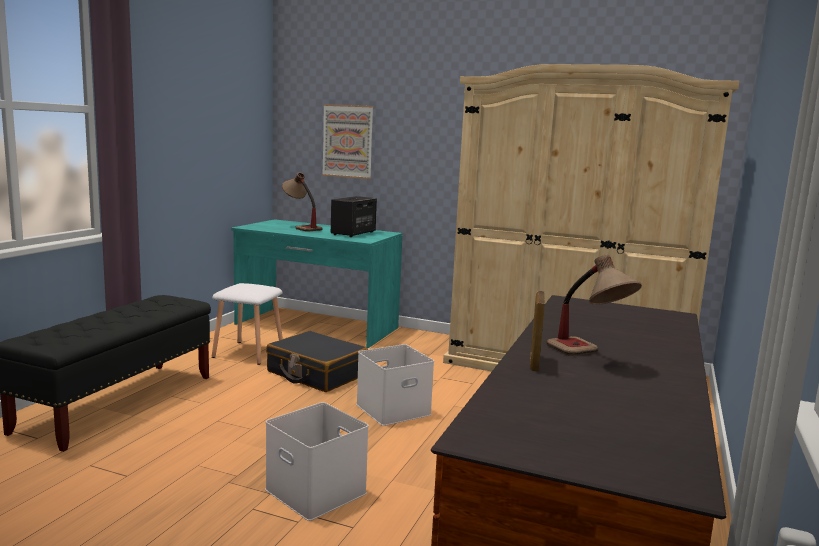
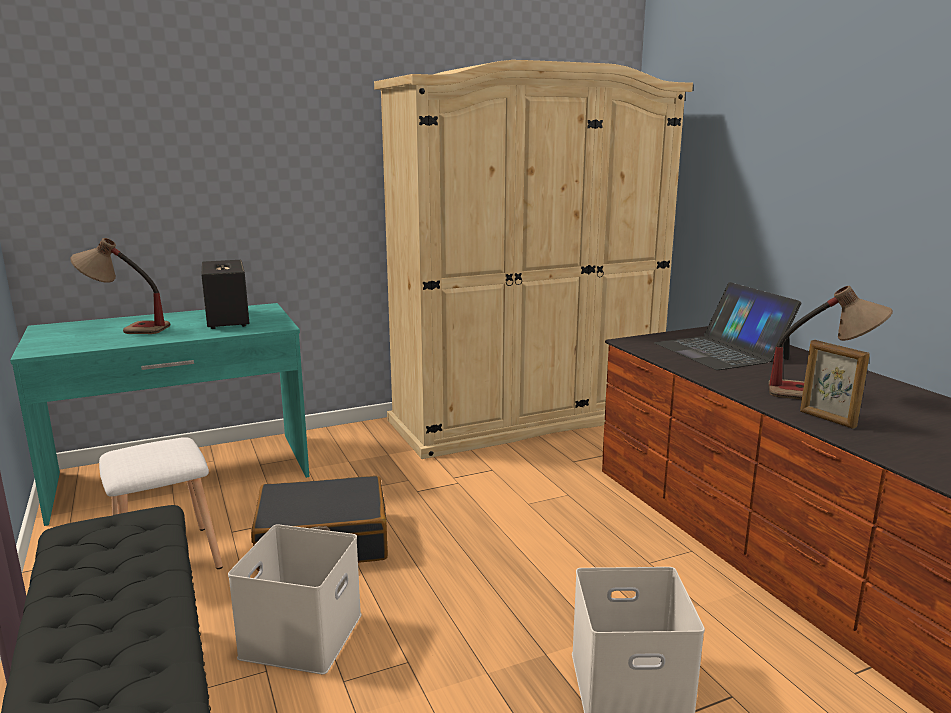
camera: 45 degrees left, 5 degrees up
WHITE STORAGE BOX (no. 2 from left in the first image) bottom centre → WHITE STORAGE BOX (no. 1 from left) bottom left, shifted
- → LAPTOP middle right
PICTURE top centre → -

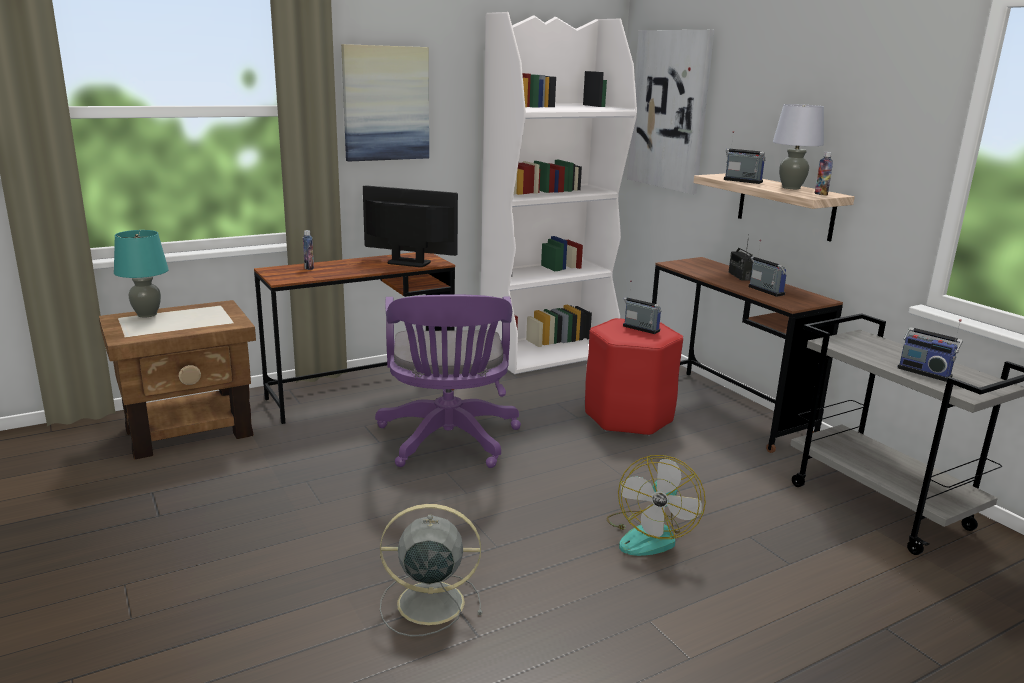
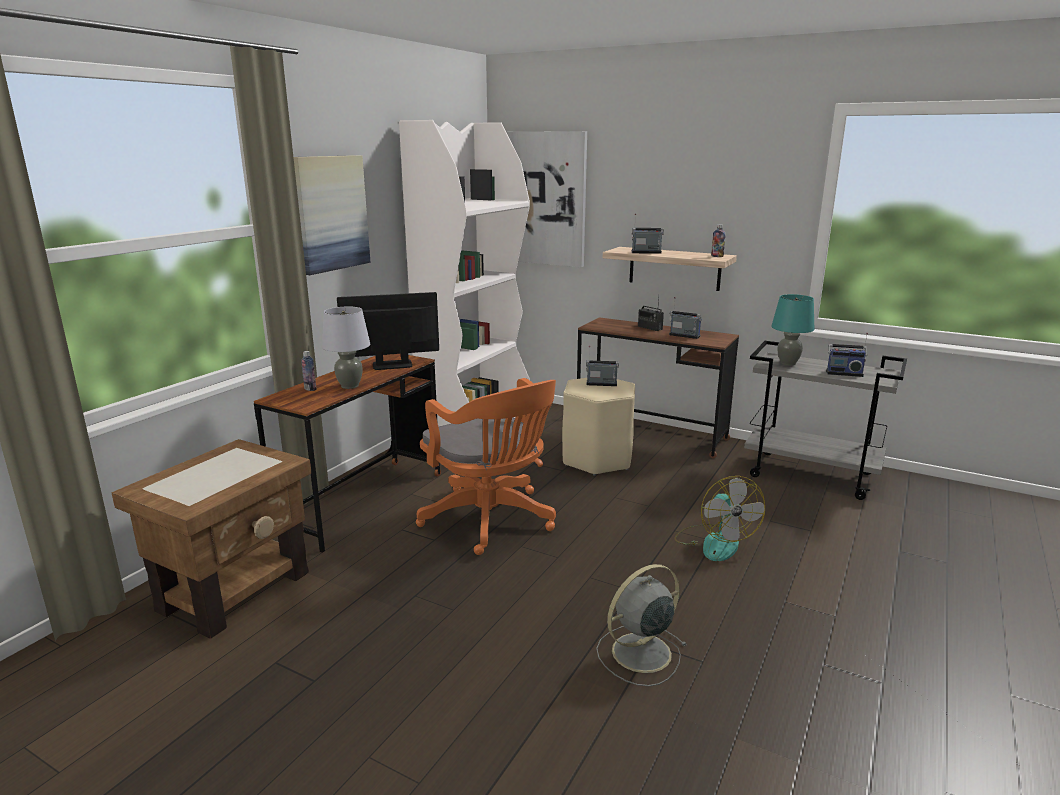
camera: 30 degrees left, 0 degrees up
GREY TABLE LAMP top right → GREY TABLE LAMP middle left, shifted
PURPLE OFFICE CHAIR centre → ORANGE OFFICE CHAIR centre
RED STOOL centre → BEIGE STOOL centre
TURQUOISE TABLE LAMP middle left → TURQUOISE TABLE LAMP middle right, shifted

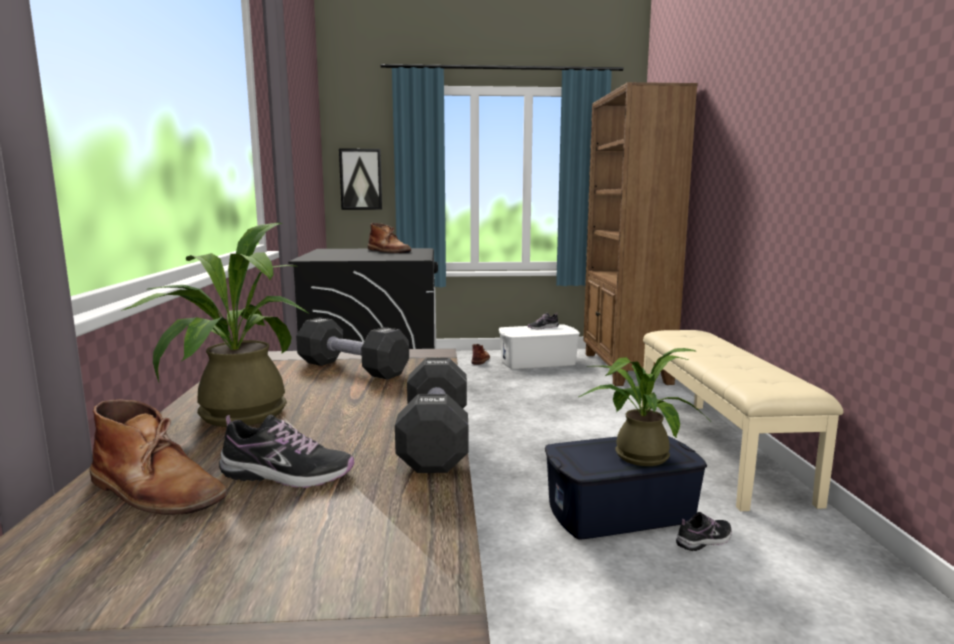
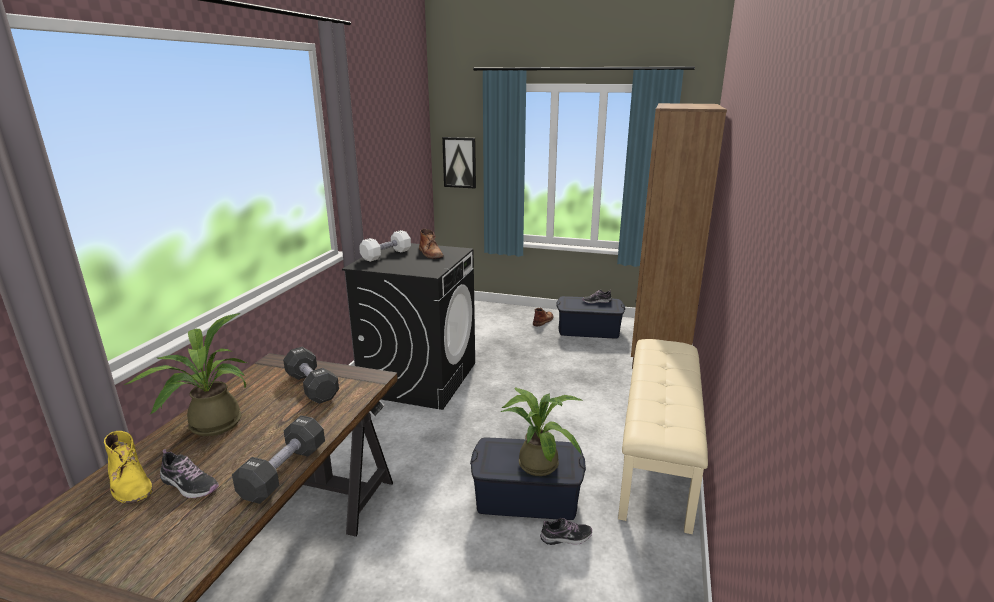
camera: 20 degrees right, 10 degrees up
BROWN BOOT (no. 1 from left) bottom left → YELLOW BOOT bottom left
- → WHITE DUMBBELL centre
WHITE STORAGE BOX centre → BLUE STORAGE BOX (no. 2 from left) centre

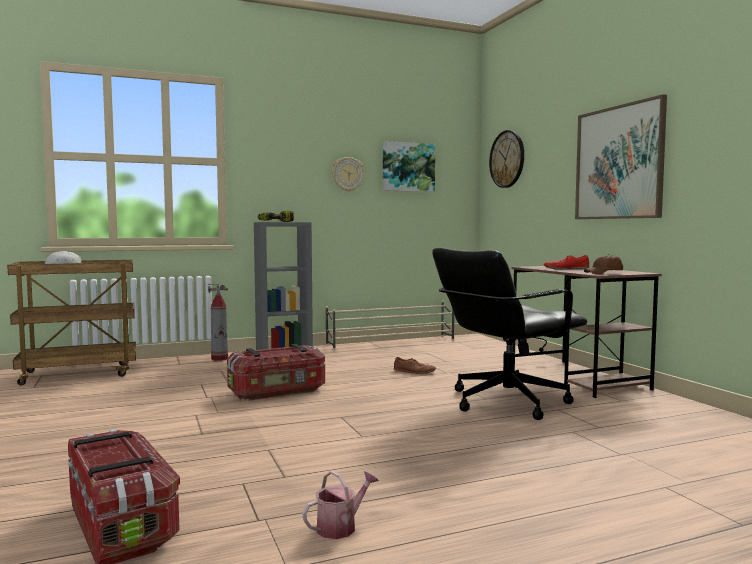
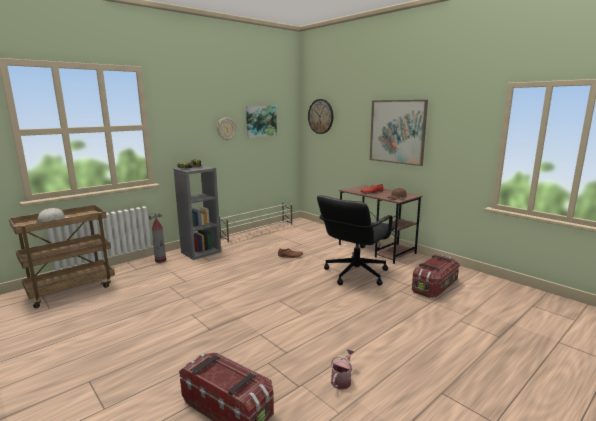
camera: 20 degrees left, 10 degrees up
STORAGE BOX (no. 2 from left) centre → STORAGE BOX (no. 2 from left) middle right, shifted

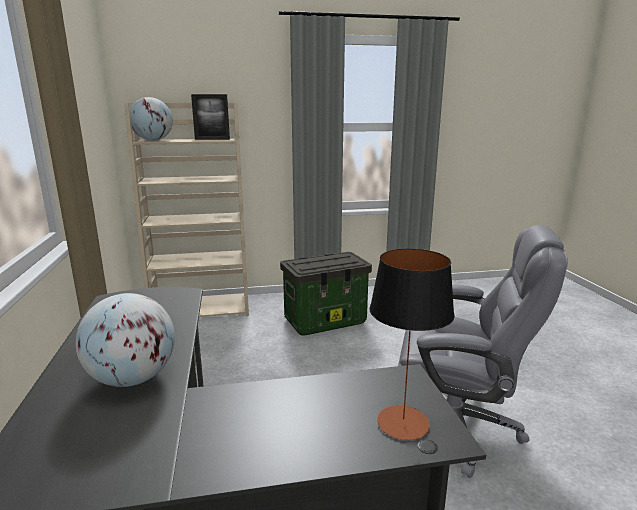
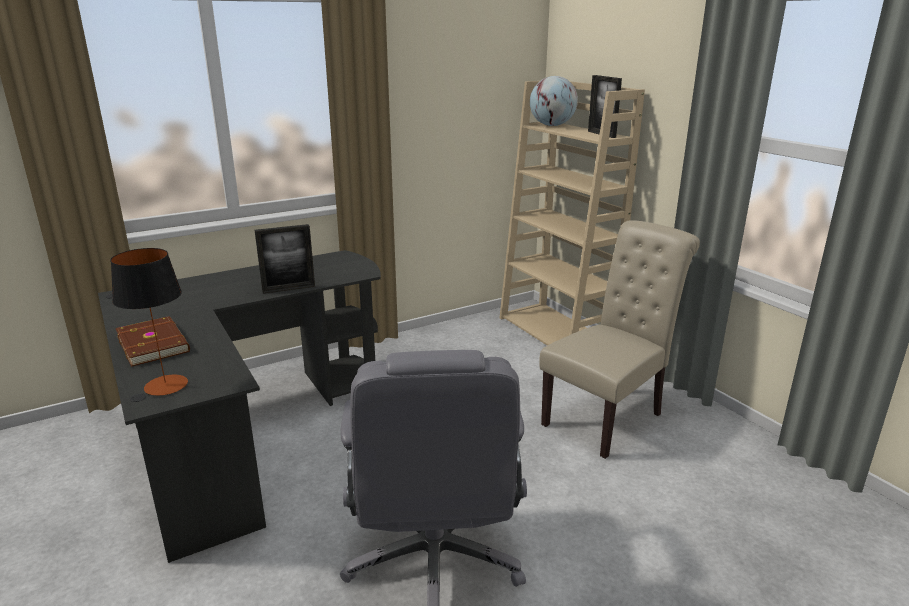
camera: 70 degrees right, 5 degrees up
- → BROWN BOOK middle left
- → PICTURE FRAME (no. 1 from left) middle left
STORAGE BOX centre → BEIGE CHAIR middle right
GLOBE (no. 1 from left) bottom left → -

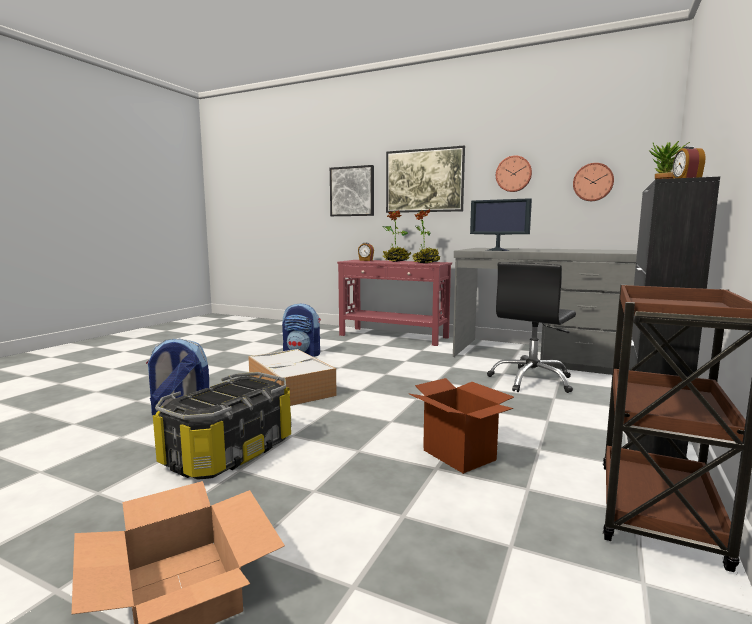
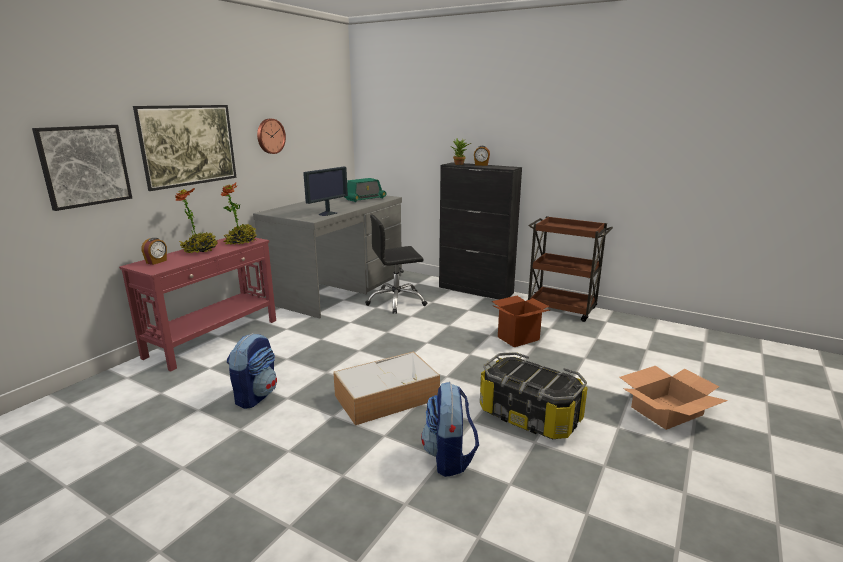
camera: 85 degrees left, 10 degrees up
- → RADIO centre
BLACK OFFICE CHAIR middle right → BLACK OFFICE CHAIR centre, 120 degrees clockwise
WALL CLOCK (no. 2 from left) top right → -

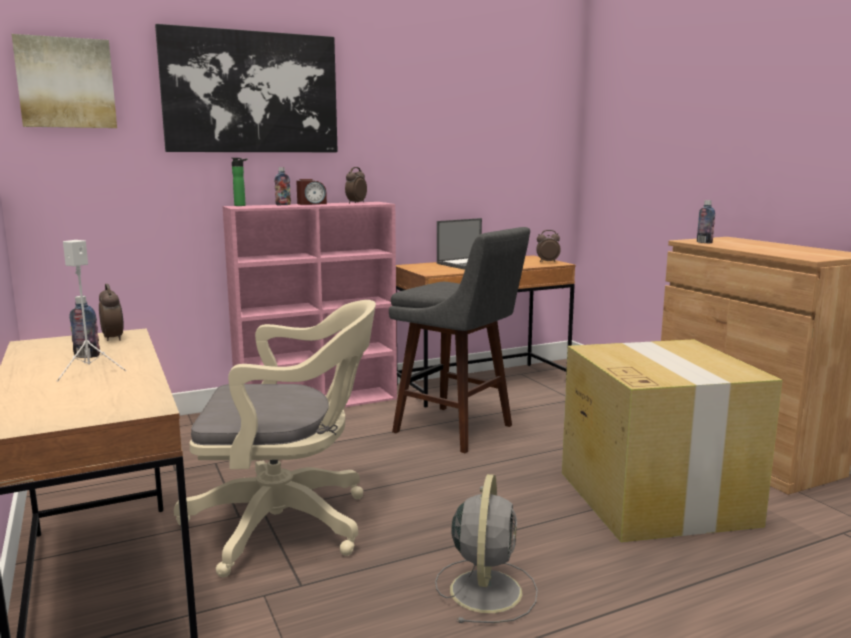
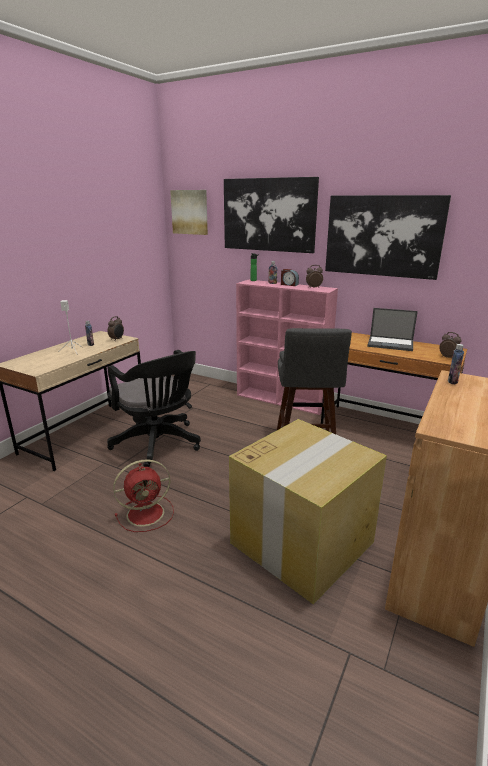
camera: 55 degrees right, 10 degrees up
BEIGE OFFICE CHAIR bottom left → BLACK OFFICE CHAIR middle left
GREY FAN bottom centre → RED FAN middle left
- → PICTURE (no. 3 from left) top right

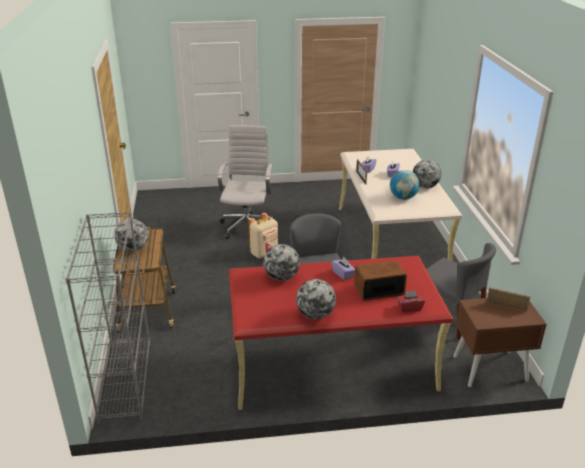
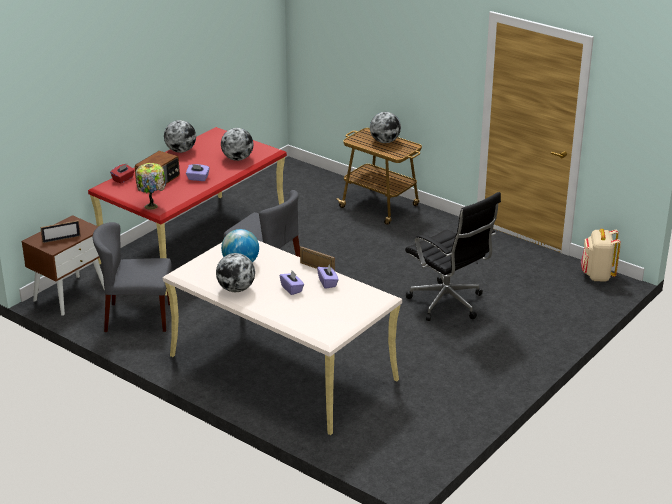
camera: 135 degrees right, 0 degrees up
- → TABLE LAMP middle left
WHITE OFFICE CHAIR centre → BLACK OFFICE CHAIR middle right
BEIGE BACKPACK centre → BEIGE BACKPACK middle right, shifted
GREY BOOKCASE bottom left → -

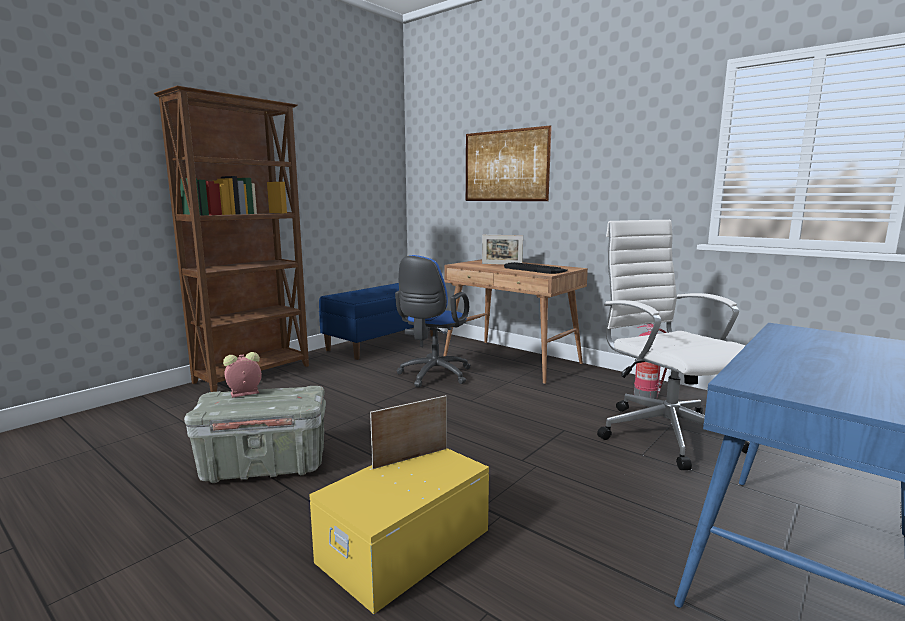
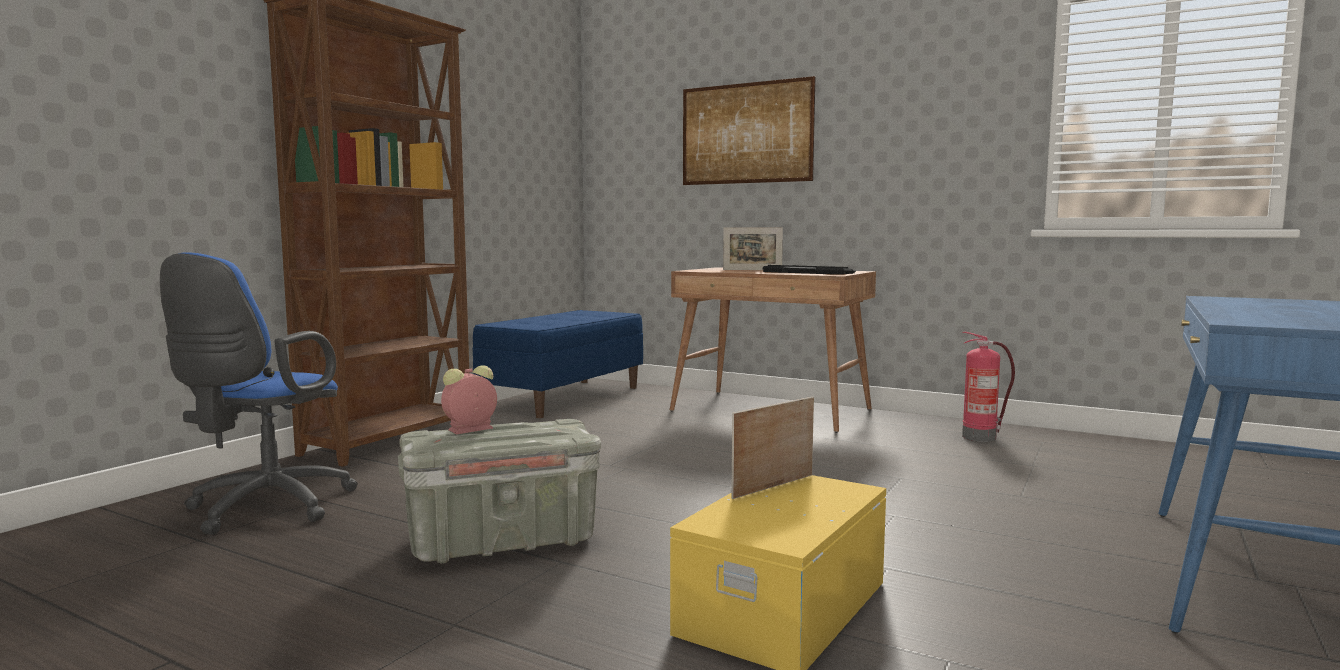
camera: 10 degrees left, 5 degrees down
BLUE OFFICE CHAIR centre → BLUE OFFICE CHAIR middle left, shifted
WHITE OFFICE CHAIR middle right → -

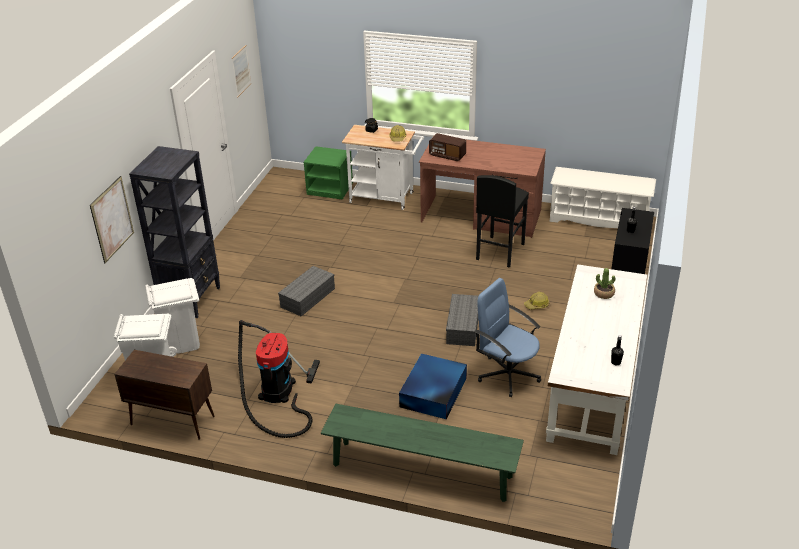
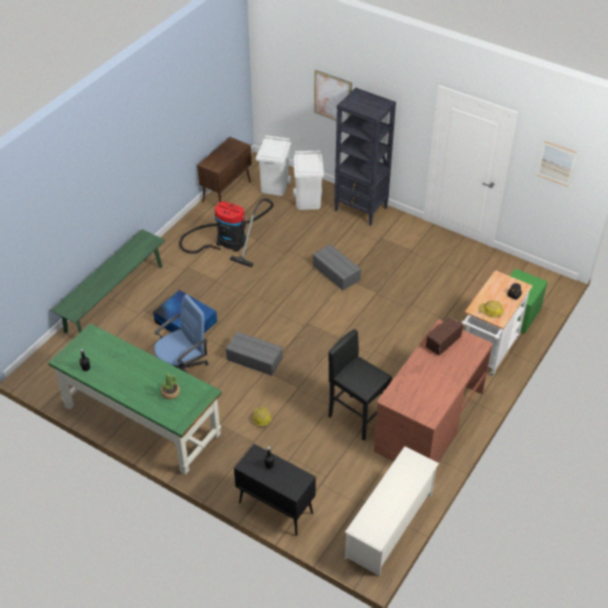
camera: 105 degrees right, 10 degrees up
WHITE DESK middle right → GREEN DESK middle left

